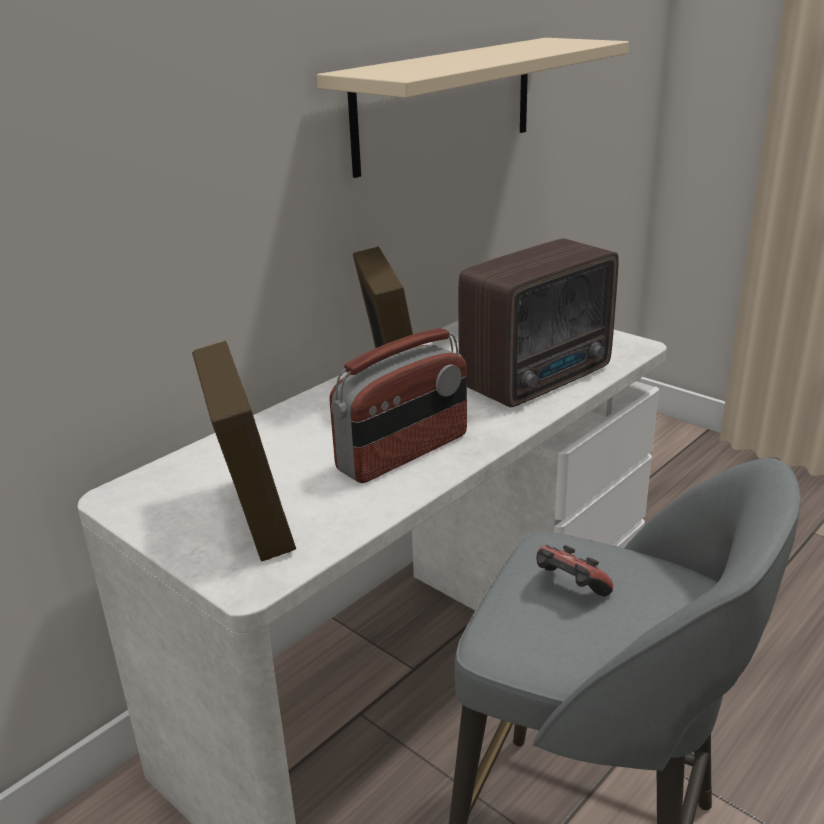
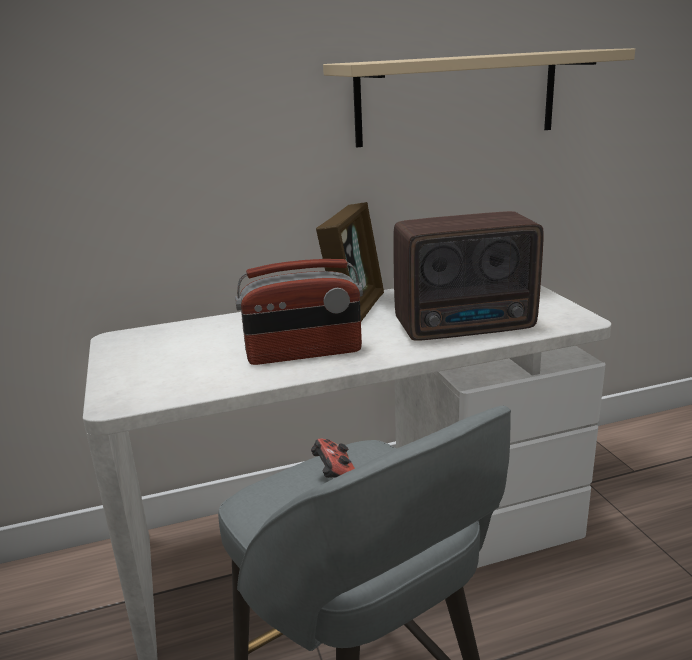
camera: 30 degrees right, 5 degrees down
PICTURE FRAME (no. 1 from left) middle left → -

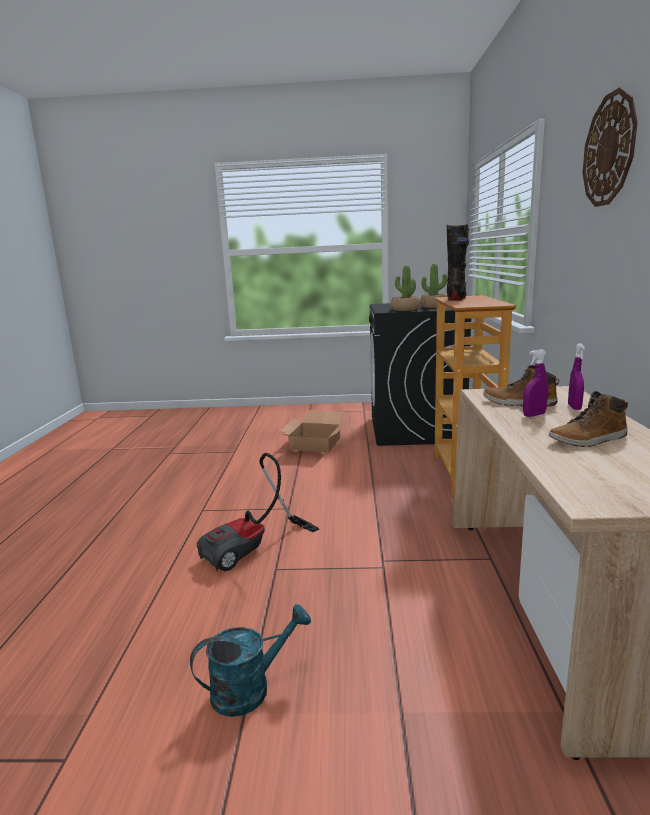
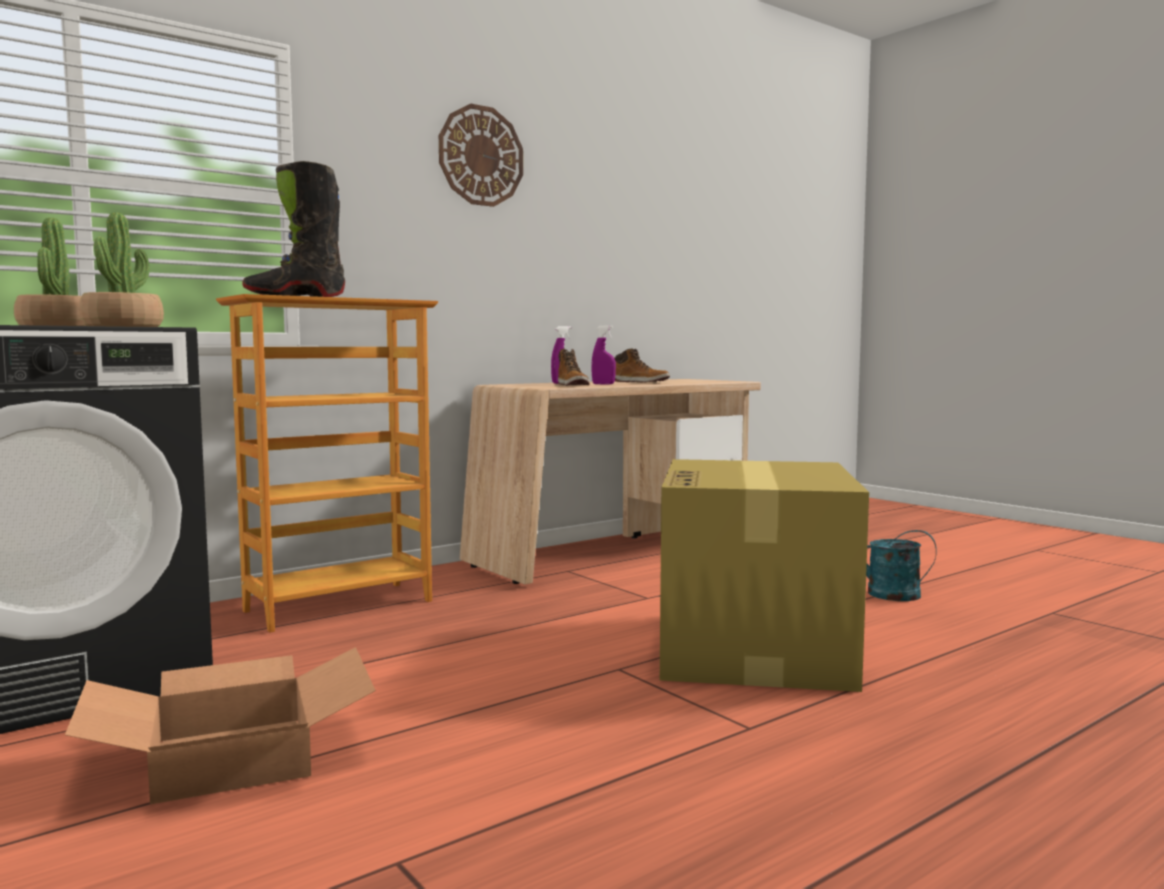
camera: 130 degrees left, 10 degrees down
VACUUM CLEANER centre → CARDBOARD BOX (no. 2 from left) centre

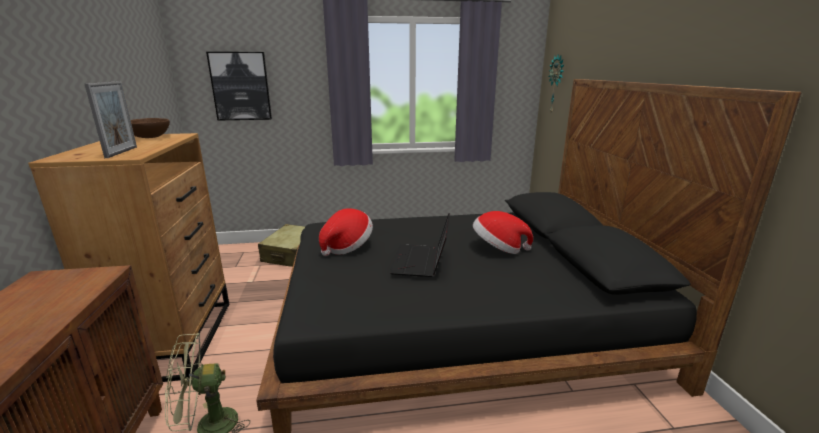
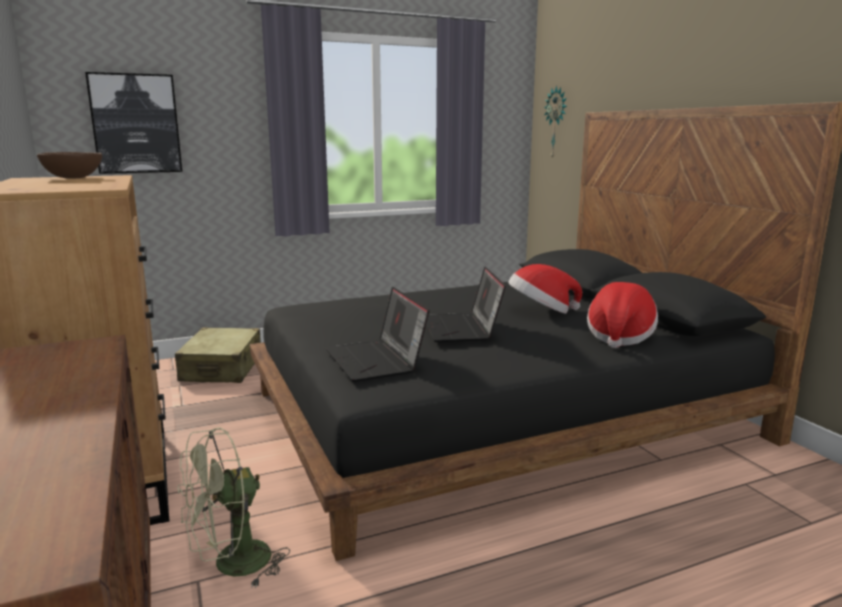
camera: 15 degrees left, 5 degrees down
- → LAPTOP (no. 1 from left) centre
HAT (no. 1 from left in the first image) centre → HAT (no. 2 from left) middle right, shifted
PICTURE FRAME top left → -

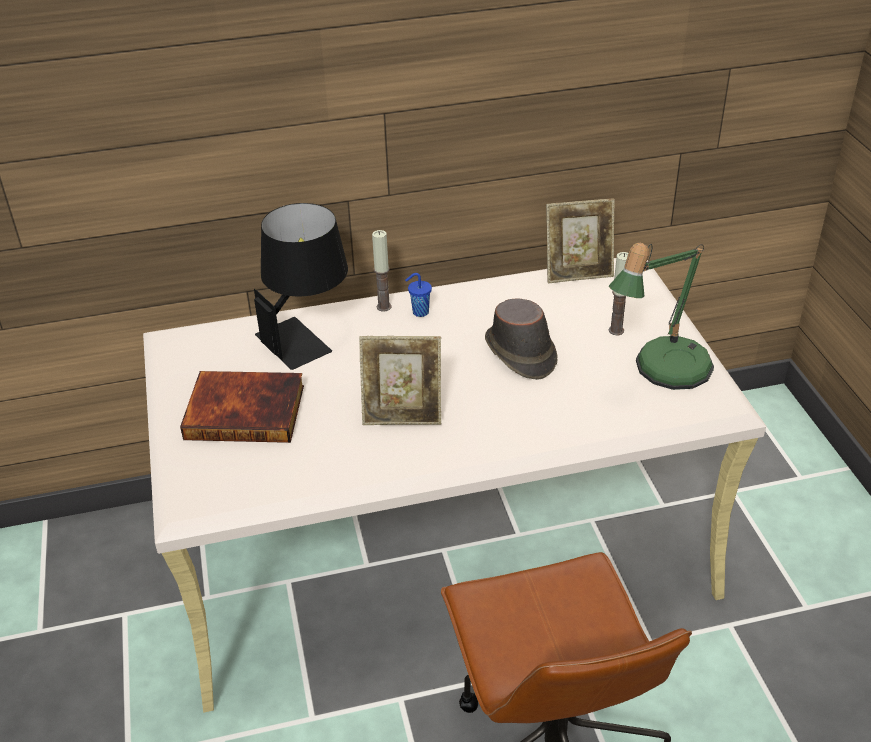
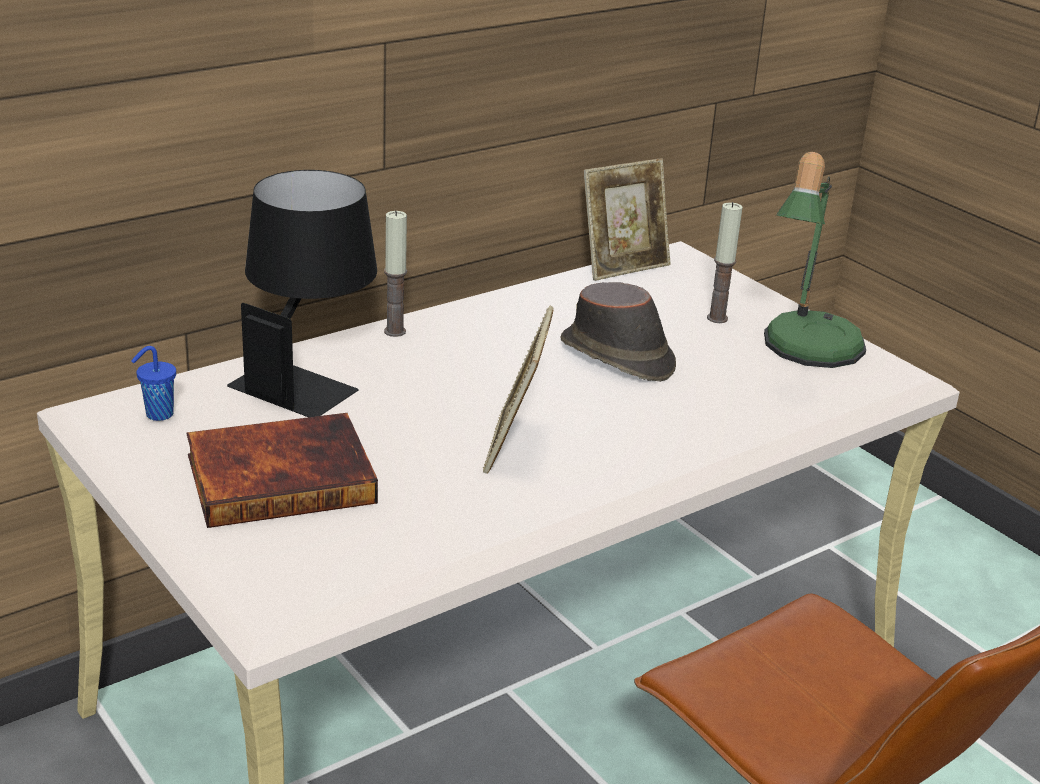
camera: 25 degrees left, 10 degrees down
BLUE CUP centre → BLUE CUP middle left, shifted
PICTURE FRAME (no. 1 from left) centre, 120 degrees clockwise

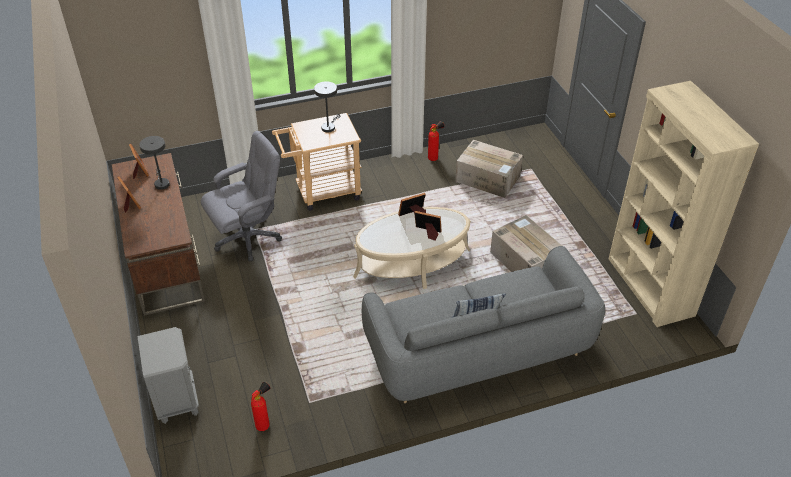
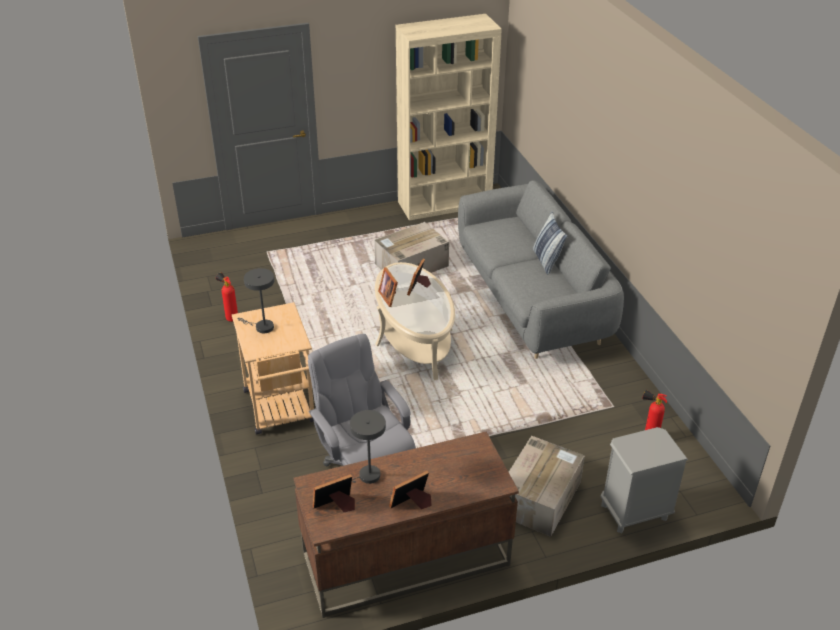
camera: 90 degrees left, 5 degrees down
CARDBOARD BOX (no. 1 from left in the first image) centre → CARDBOARD BOX (no. 2 from left) bottom centre, shifted

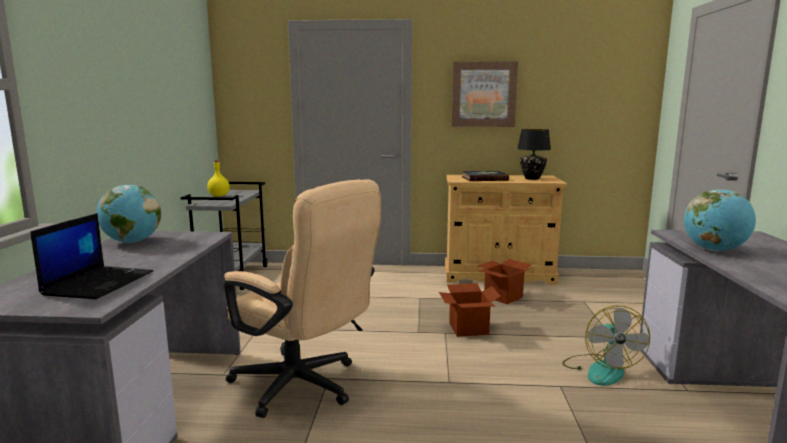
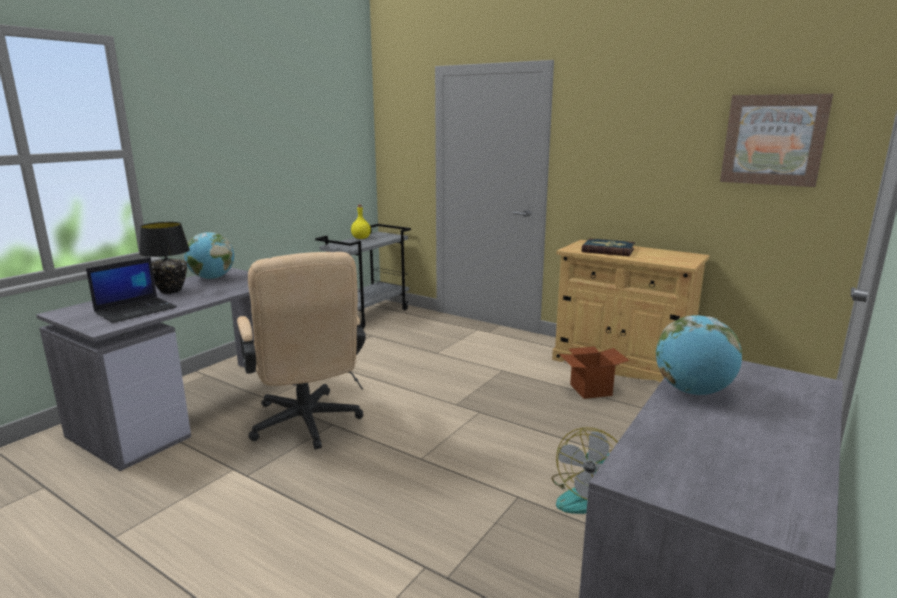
camera: 30 degrees right, 5 degrees up
BLACK TABLE LAMP middle right → BLACK TABLE LAMP middle left, shifted
PICTURE top centre → PICTURE top right, shifted
CARDBOARD BOX (no. 1 from left) bottom centre → -

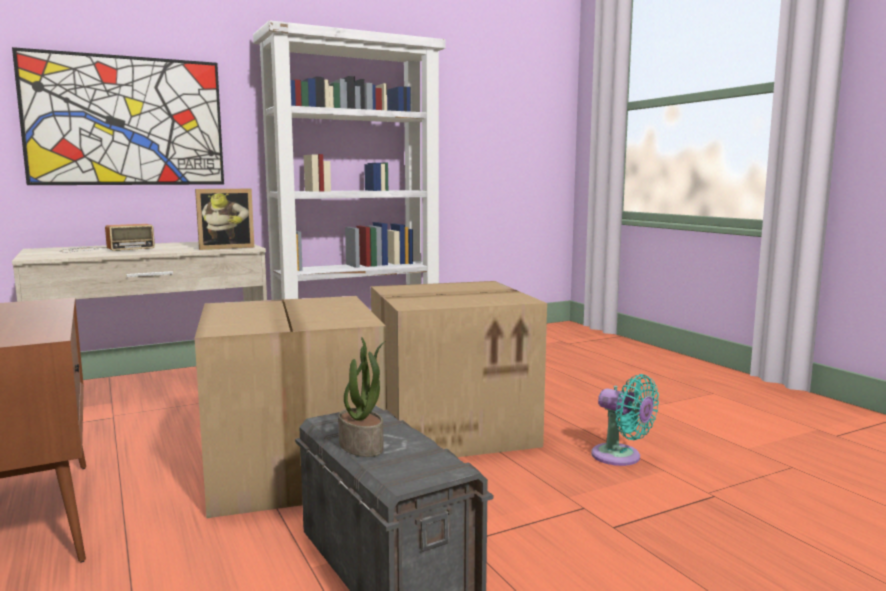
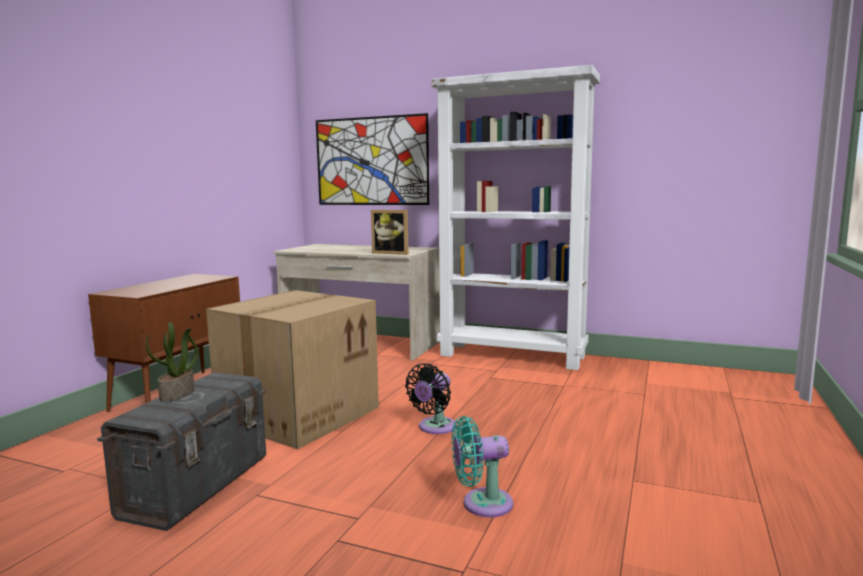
camera: 50 degrees right, 0 degrees up
CARDBOARD BOX (no. 2 from left) centre → BLACK FAN bottom centre
TURQUOISE FAN bottom right → TURQUOISE FAN bottom centre, 75 degrees clockwise
RADIO middle left → -

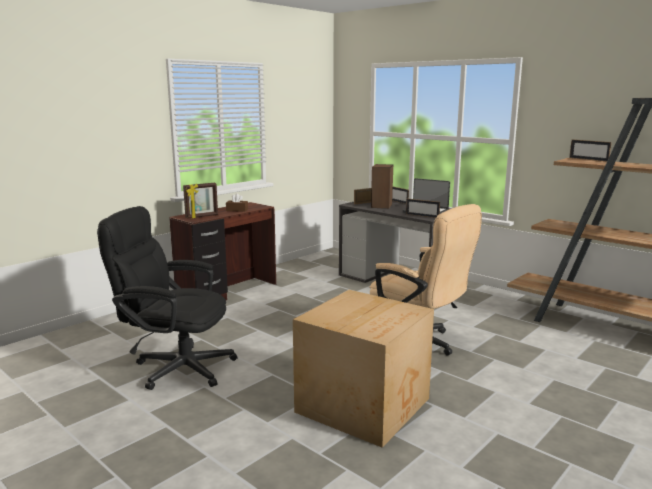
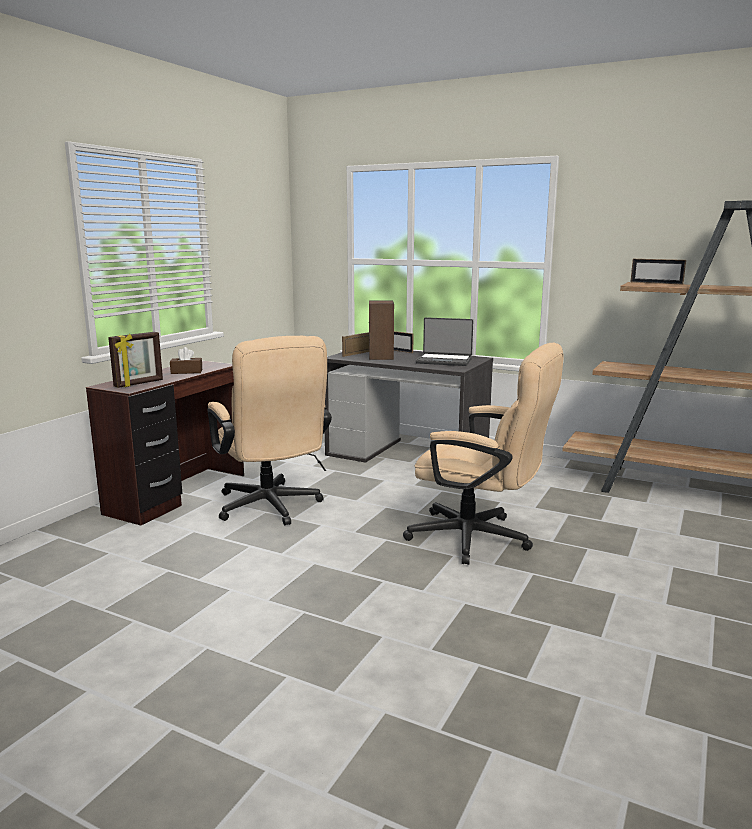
camera: 15 degrees left, 0 degrees up
- → BEIGE OFFICE CHAIR (no. 1 from left) centre
BLACK OFFICE CHAIR middle left → -
CARDBOARD BOX bottom centre → -
PICTURE FRAME (no. 4 from left) centre → -

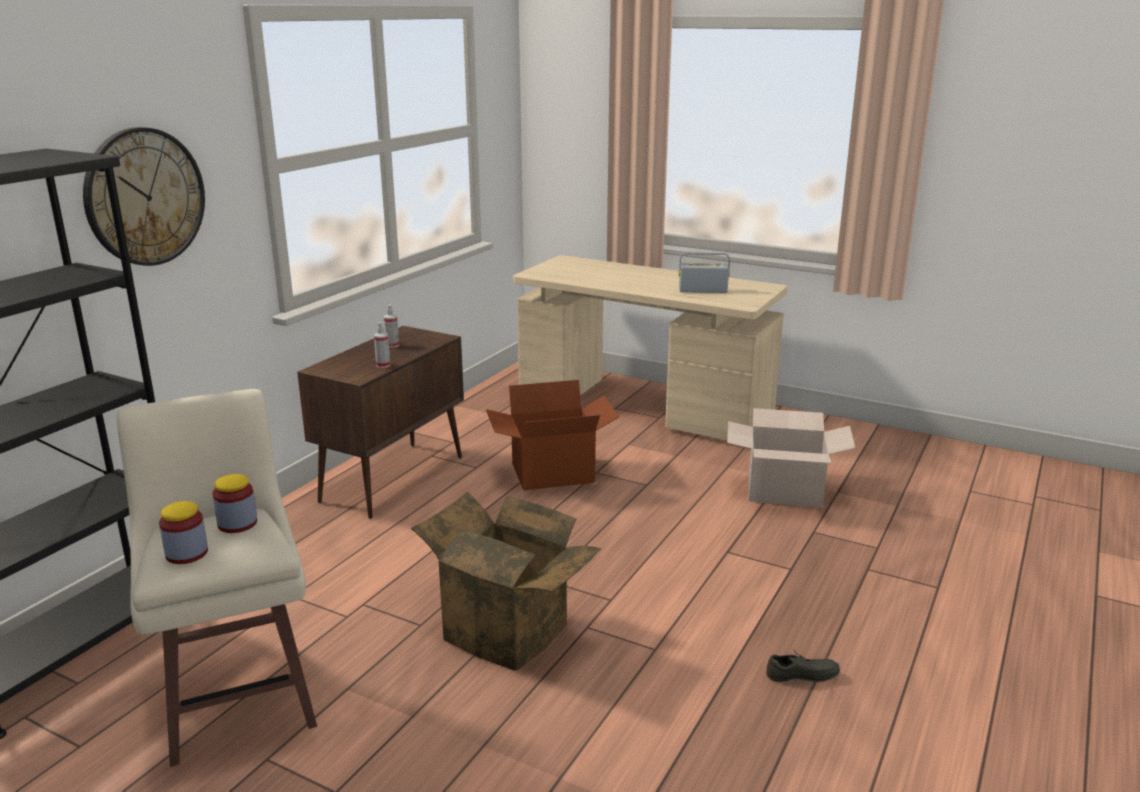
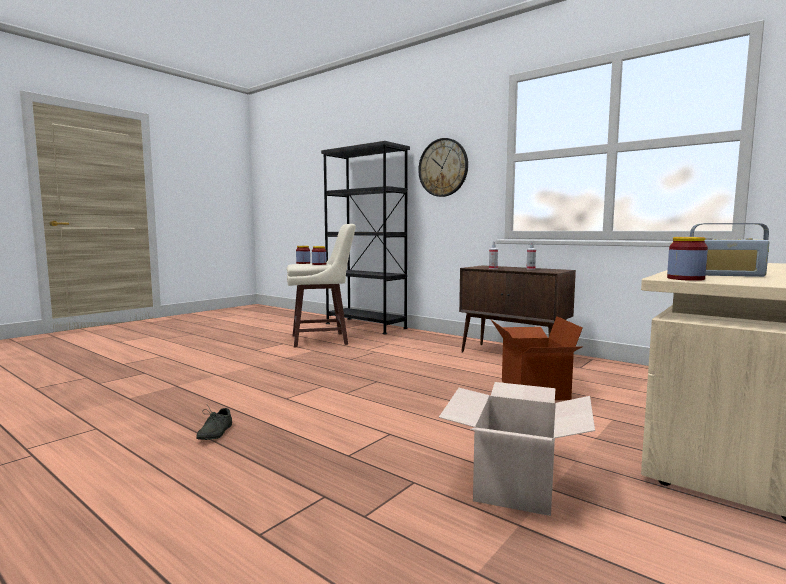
camera: 100 degrees right, 15 degrees down
- → JAR (no. 3 from left) middle right
RADIO centre → RADIO middle right, 90 degrees clockwise
CARDBOARD BOX (no. 1 from left) bottom centre → -

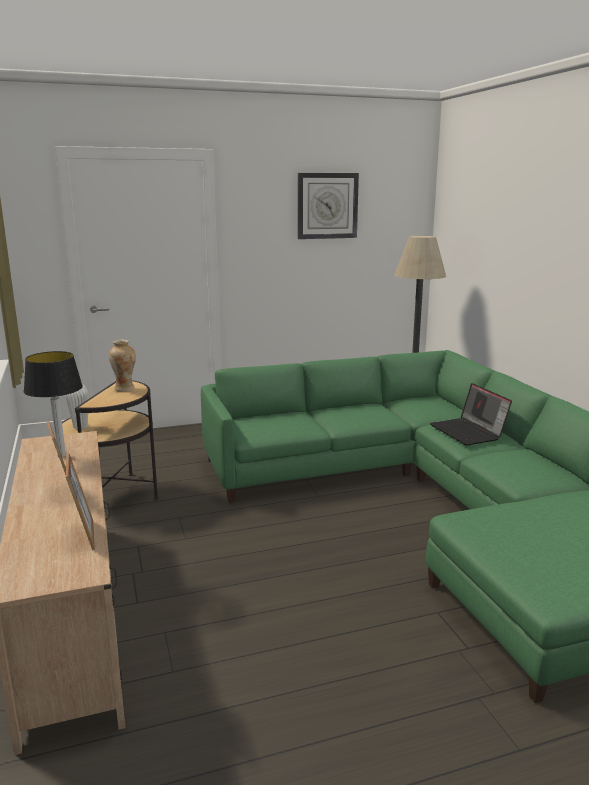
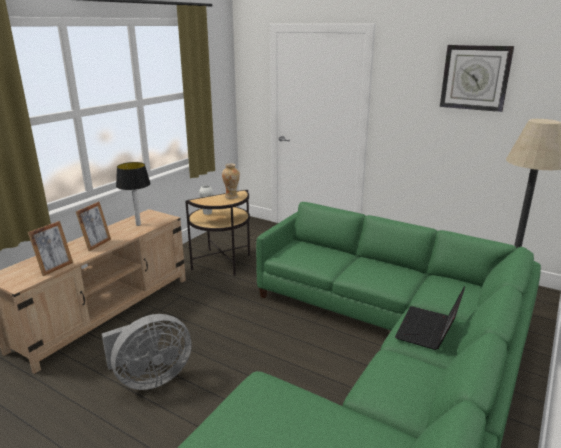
camera: 50 degrees right, 5 degrees up
- → GREY FAN bottom left

